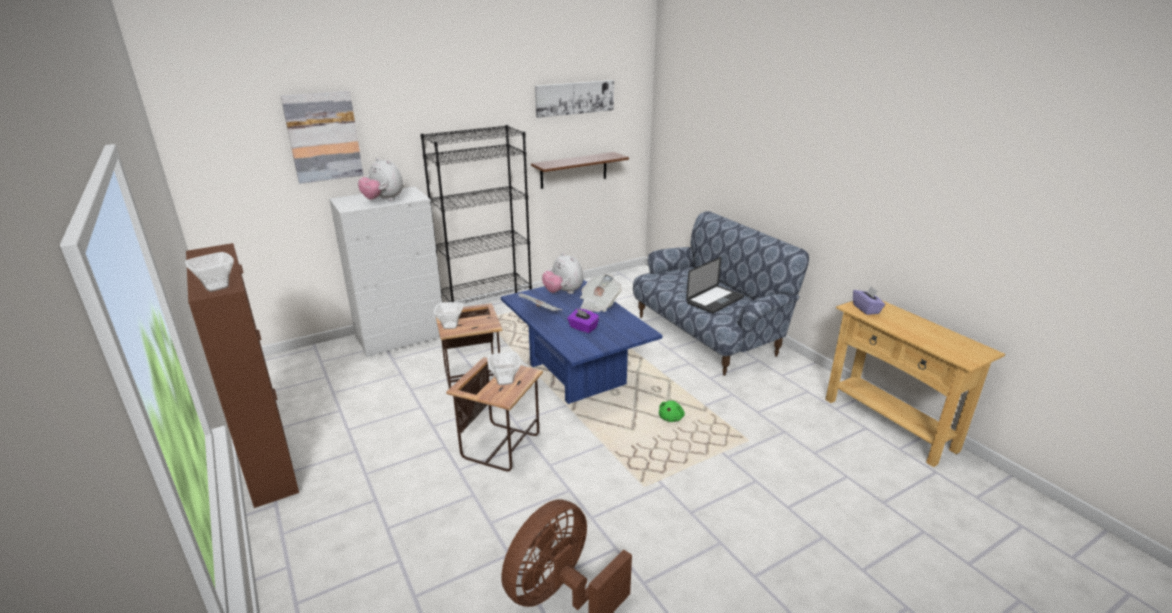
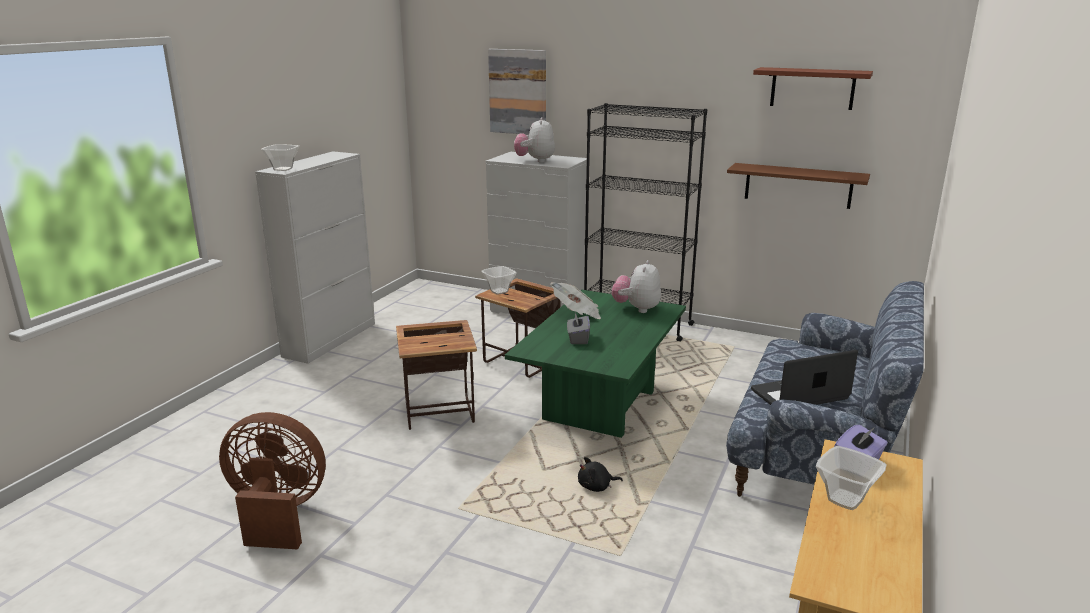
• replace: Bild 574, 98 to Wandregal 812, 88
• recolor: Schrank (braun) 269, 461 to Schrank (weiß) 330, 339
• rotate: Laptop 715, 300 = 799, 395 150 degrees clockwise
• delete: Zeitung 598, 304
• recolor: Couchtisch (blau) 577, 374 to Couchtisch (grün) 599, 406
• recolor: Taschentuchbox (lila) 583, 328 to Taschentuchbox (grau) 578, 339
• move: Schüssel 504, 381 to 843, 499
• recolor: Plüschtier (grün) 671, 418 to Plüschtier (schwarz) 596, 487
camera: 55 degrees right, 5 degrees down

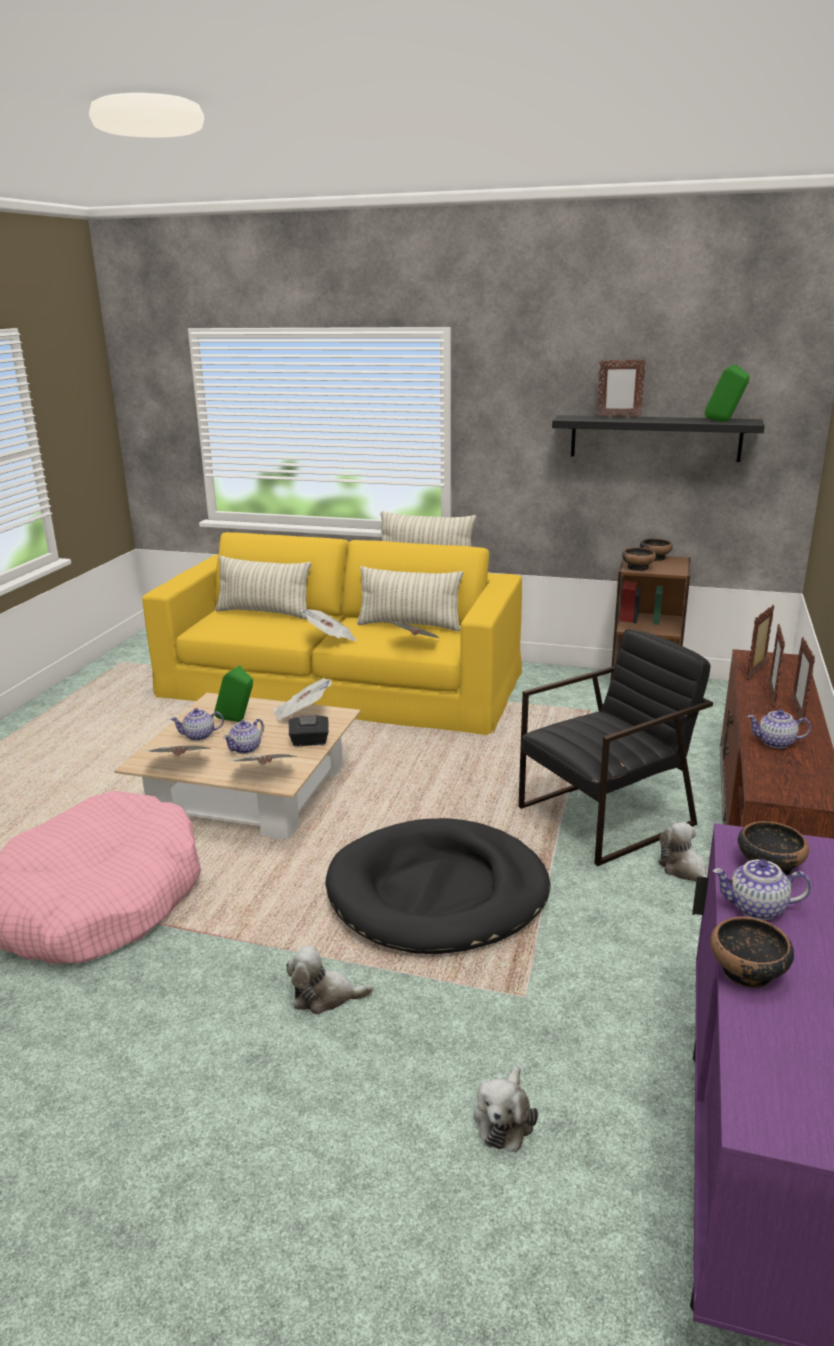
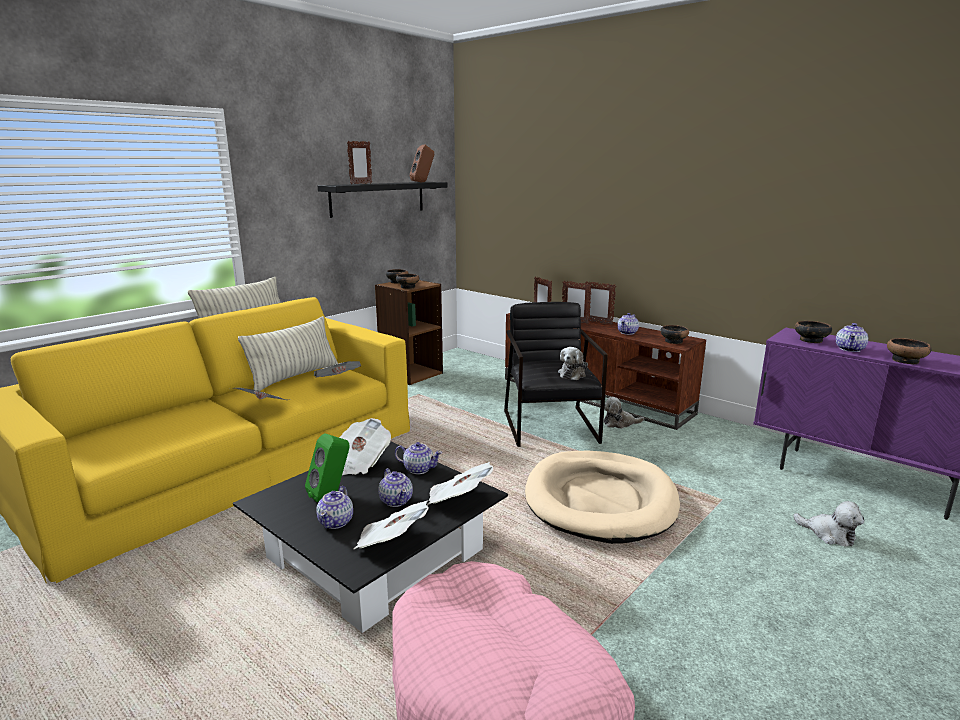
• recolor: Lautsprecher (grün) 724, 421 to Lautsprecher (braun) 423, 182
• delete: Kissen 264, 613
• recolor: Couchtisch (beige) 251, 791 to Couchtisch (schwarz) 376, 553
• replace: Taschentuchbox (schwarz) 309, 742 to Teekanne 418, 469
• recolor: Hundebett (schwarz) 438, 892 to Hundebett (beige) 600, 500
• move: Plüschtier 325, 996 to 572, 374
• insert: Schüssel 673, 341
camera: 65 degrees left, 5 degrees down

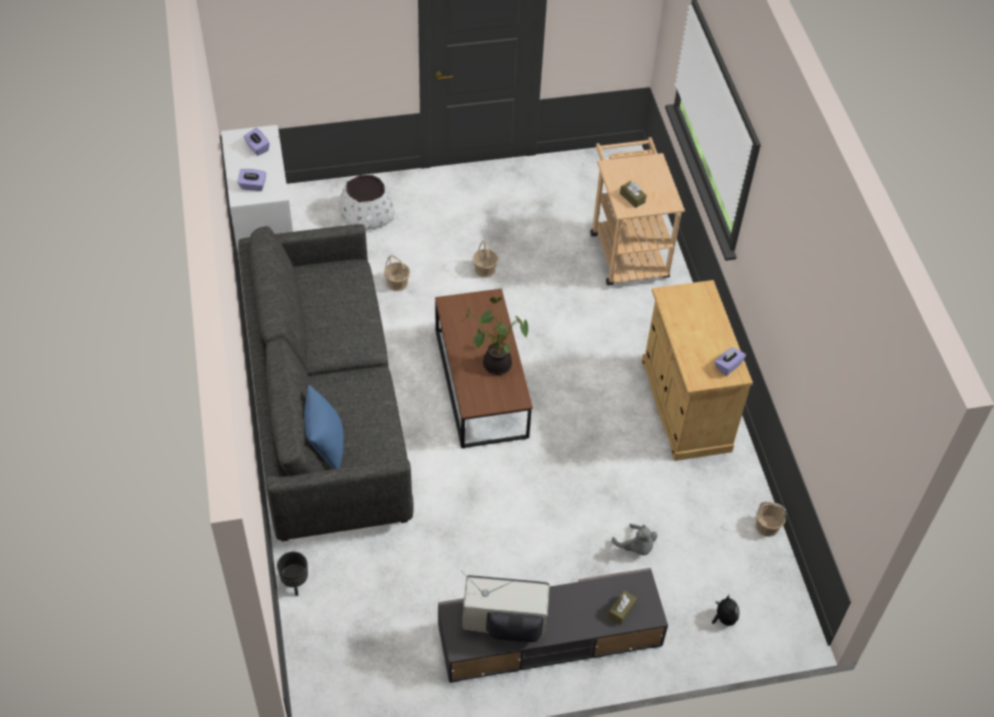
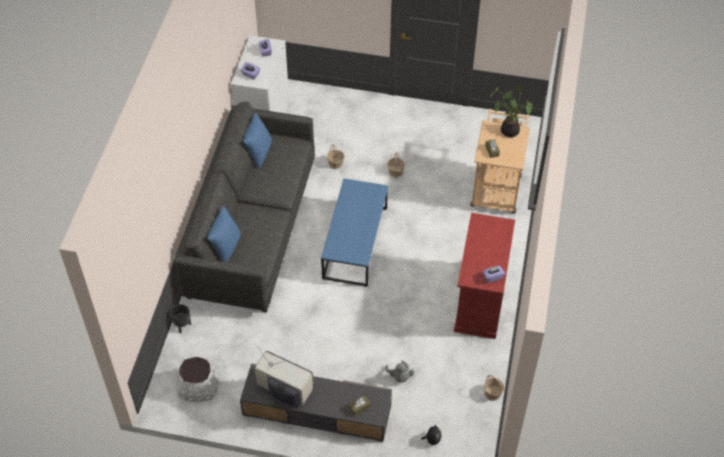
• move: Pflanzkübel (weiß) 367, 214 to 198, 385
• recolor: Schrank (beige) 685, 405 to Schrank (rot) 480, 299
• recolor: Couchtisch (braun) 481, 384 to Couchtisch (blau) 355, 243
• move: Topfpflanze 496, 363 to 509, 129
• insert: Kissen (blau) 259, 153
camera: 25 degrees right, 0 degrees up

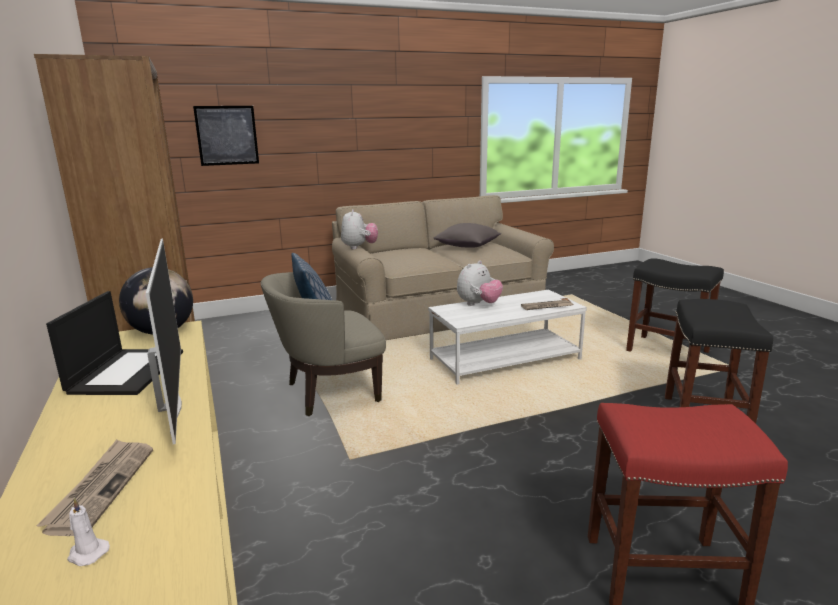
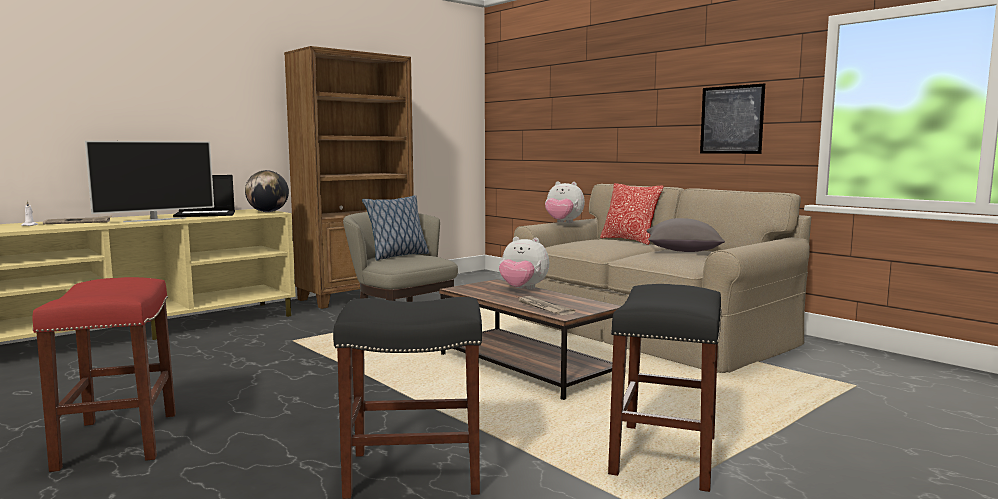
• move: Bild 227, 135 to 731, 119
• rotate: Plüschtier 359, 247 = 563, 223 45 degrees clockwise
• recolor: Couchtisch (weiß) 505, 359 to Couchtisch (braun) 527, 367
• insert: Kissen 629, 240
camera: 70 degrees right, 10 degrees down

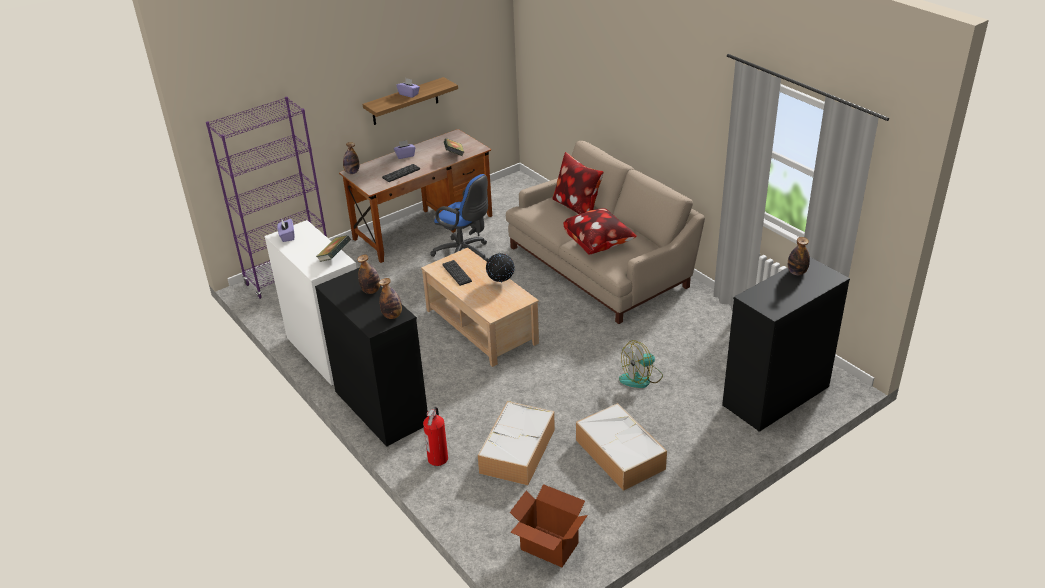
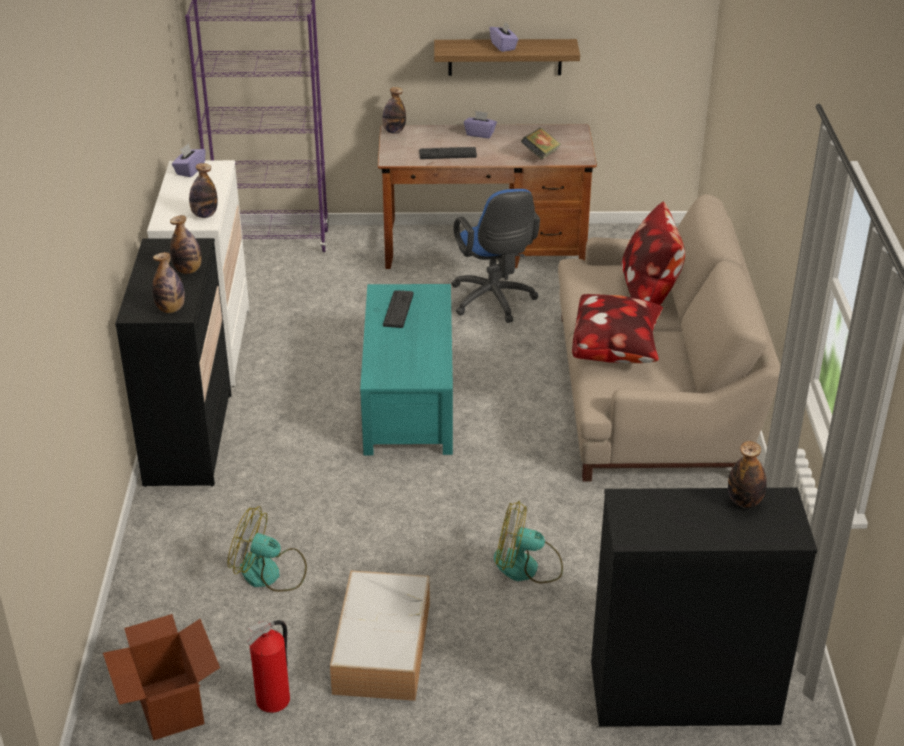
• replace: Buch 335, 257 to Flasche 204, 215
• recolor: Couchtisch (beige) 482, 326 to Couchtisch (türkis) 410, 400
• delete: Globus 500, 282
• replace: Aufbewahrungsbox 517, 452 to Ventilator 270, 573
• move: Feuerlöscher 438, 458 to 274, 700
camera: 35 degrees right, 0 degrees up

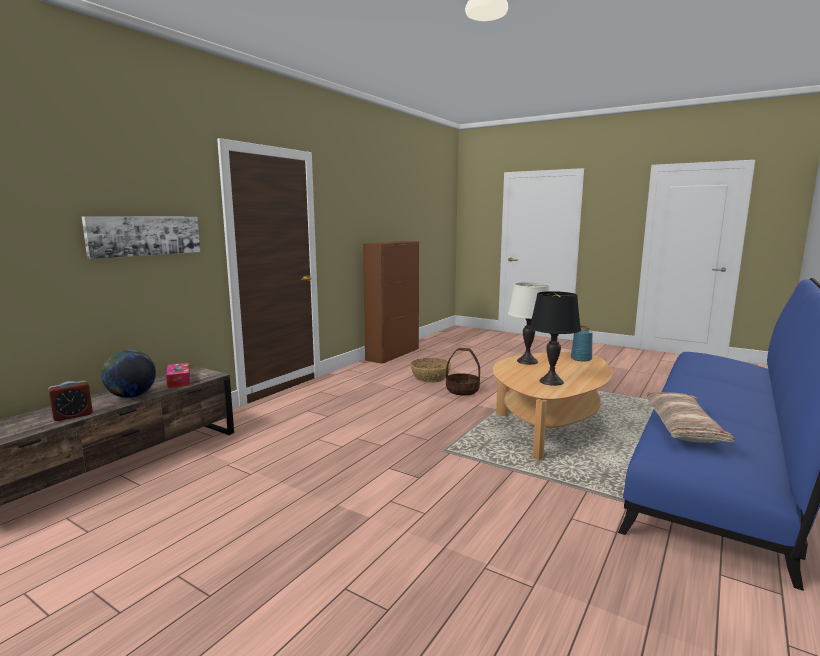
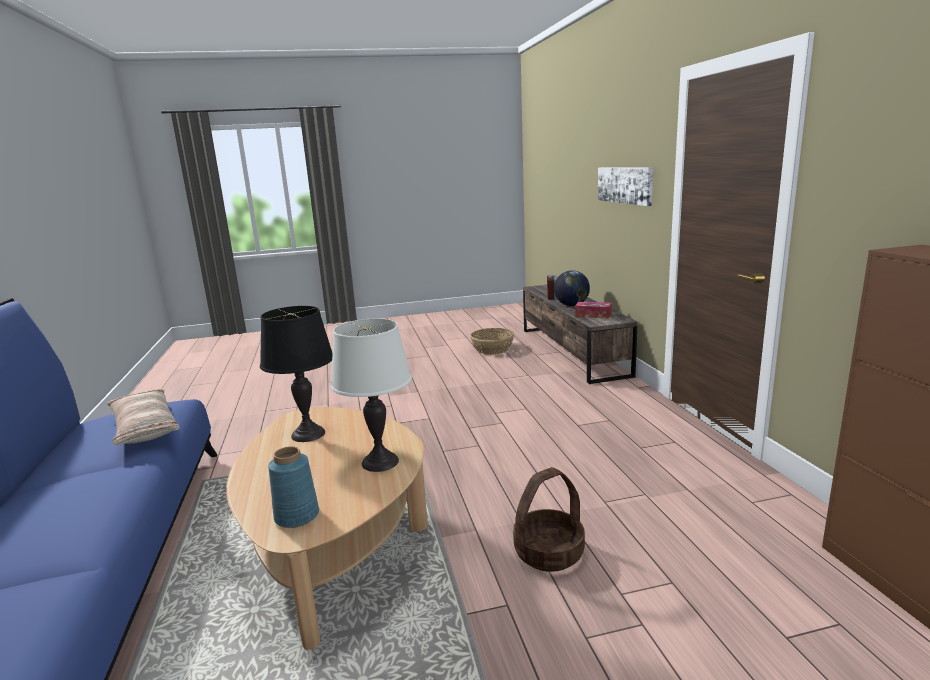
• move: Korb 430, 377 to 493, 349
camera: 135 degrees right, 5 degrees up

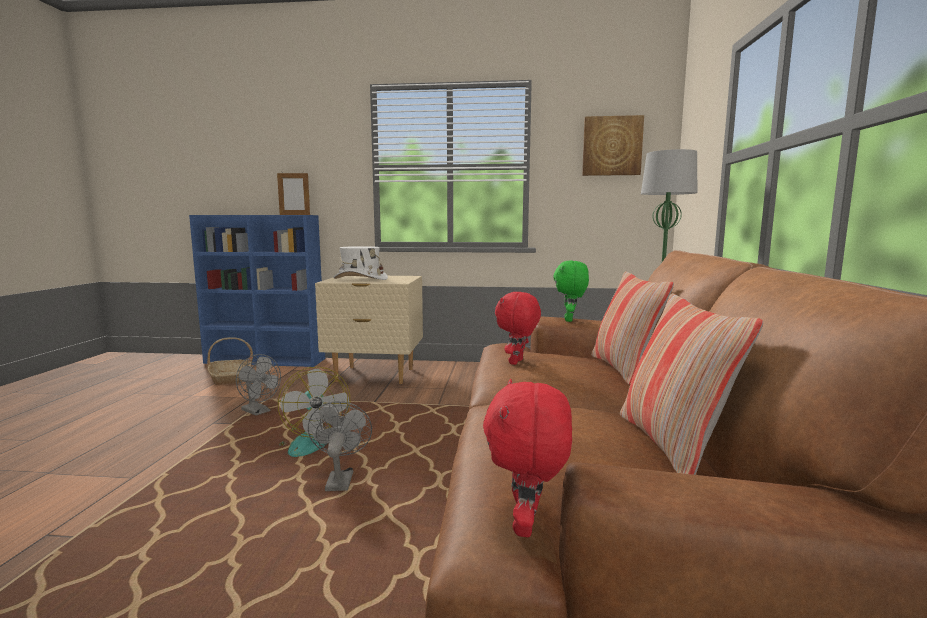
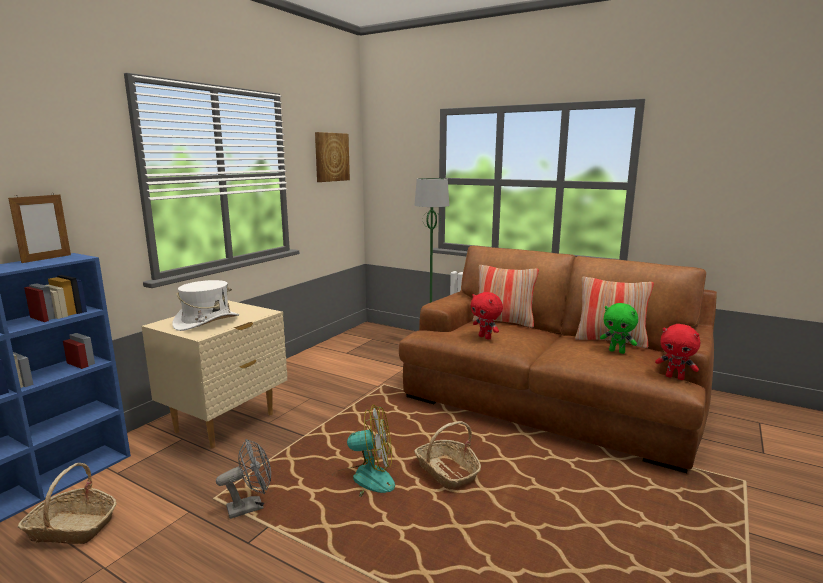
• move: Plüschtier (grün) 570, 320 to 617, 351
• replace: Ventilator (grau) 340, 479 to Korb 447, 472
camera: 65 degrees left, 5 degrees up

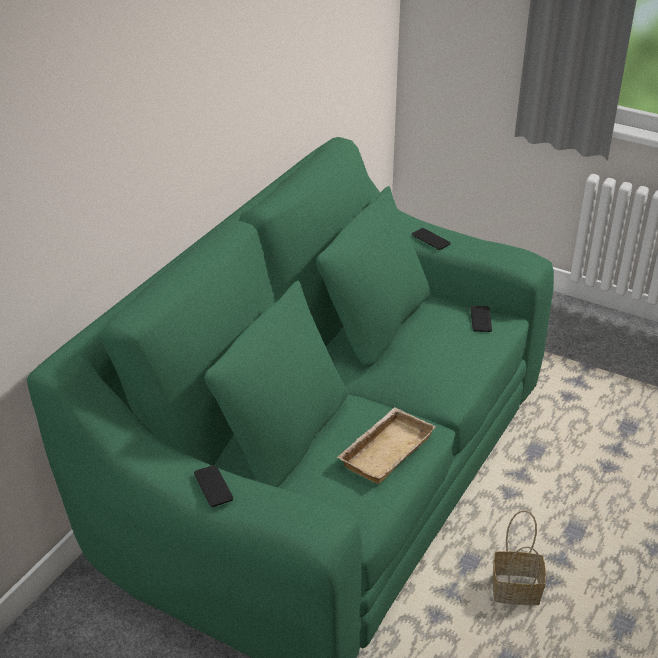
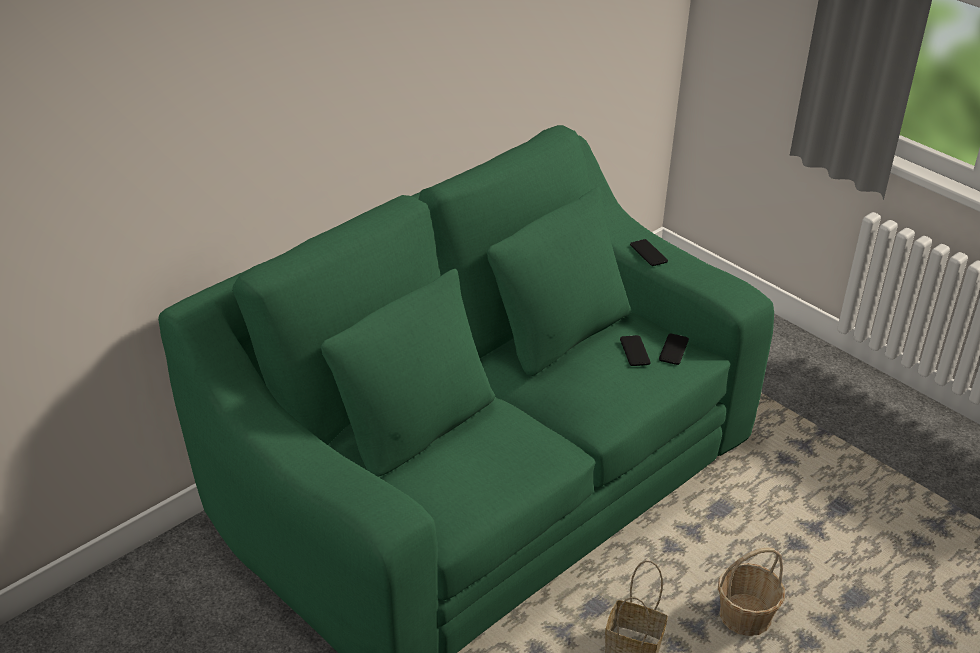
• delete: Tablett (beige) 385, 449
• move: Handy 213, 486 to 634, 351
• insert: Korb 745, 617
camera: 15 degrees right, 0 degrees up

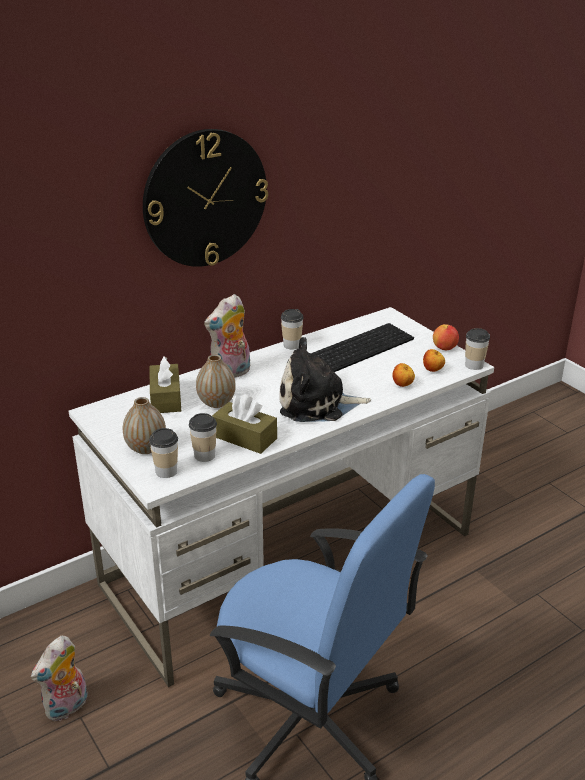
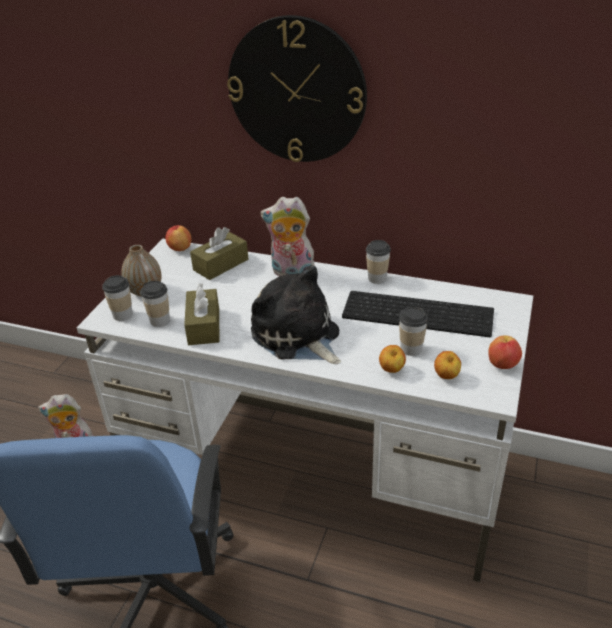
• move: Tasse 474, 365 to 411, 349
• delete: Vase 216, 402
• insert: Apfel 180, 248
camera: 55 degrees right, 5 degrees up

